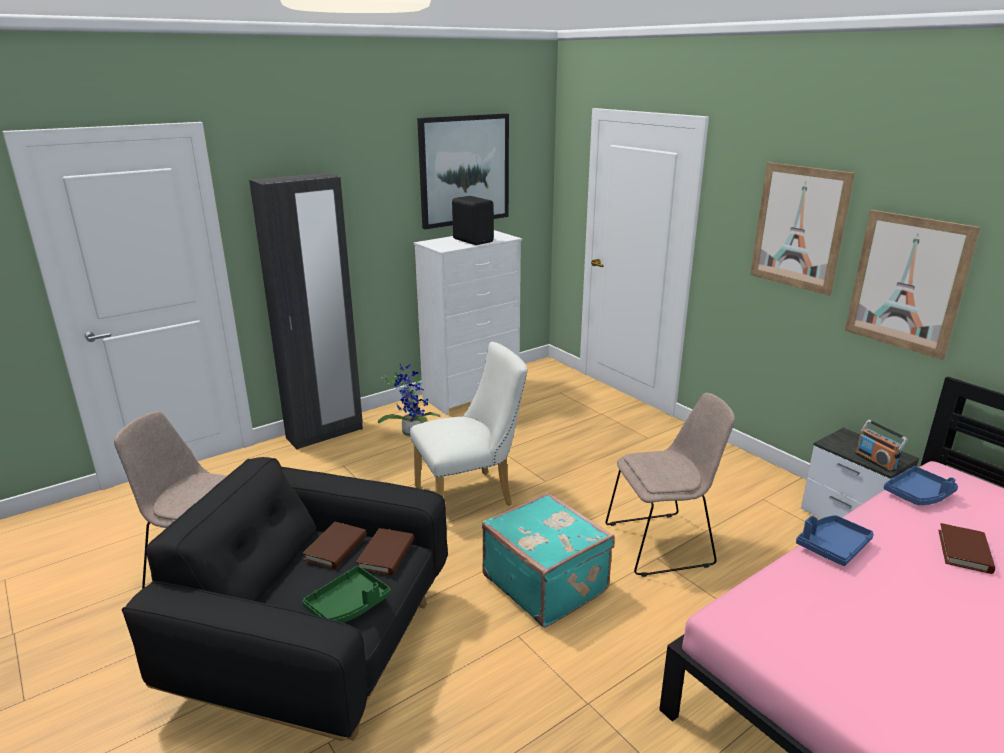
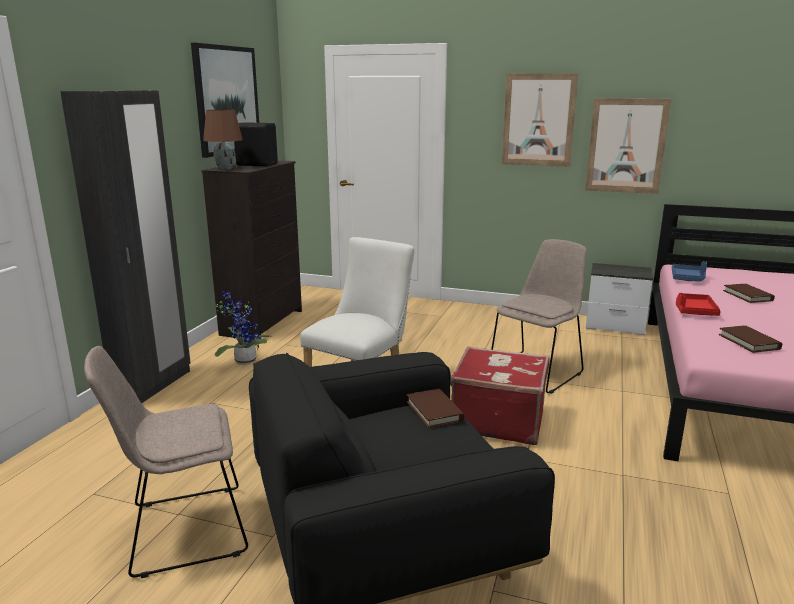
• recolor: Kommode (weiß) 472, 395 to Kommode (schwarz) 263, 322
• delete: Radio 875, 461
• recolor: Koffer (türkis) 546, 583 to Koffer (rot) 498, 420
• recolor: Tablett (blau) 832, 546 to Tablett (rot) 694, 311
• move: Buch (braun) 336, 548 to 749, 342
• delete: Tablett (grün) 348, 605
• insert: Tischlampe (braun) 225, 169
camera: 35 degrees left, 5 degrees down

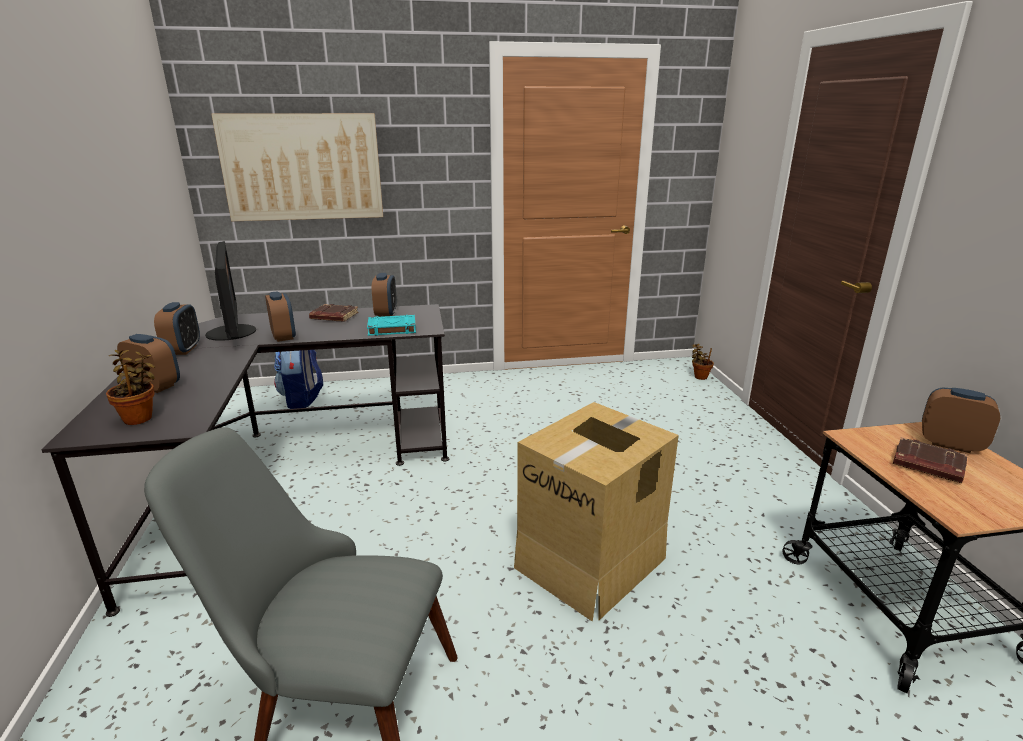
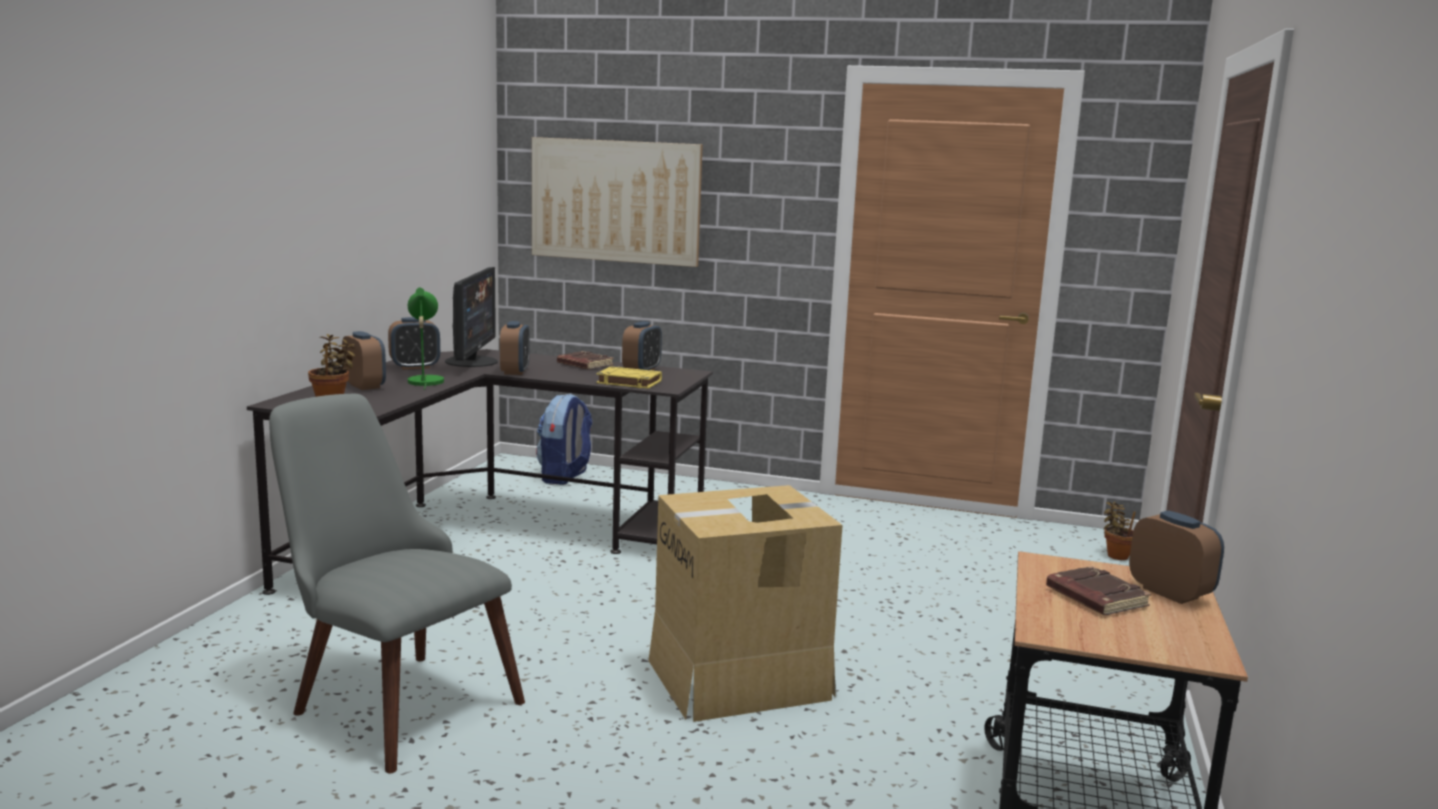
• rotate: Wecker 183, 350 = 415, 367 45 degrees clockwise
• recolor: Buch (türkis) 391, 329 to Buch (gelb) 628, 382
• insert: Tischlampe (grün) 424, 380
camera: 25 degrees right, 10 degrees down

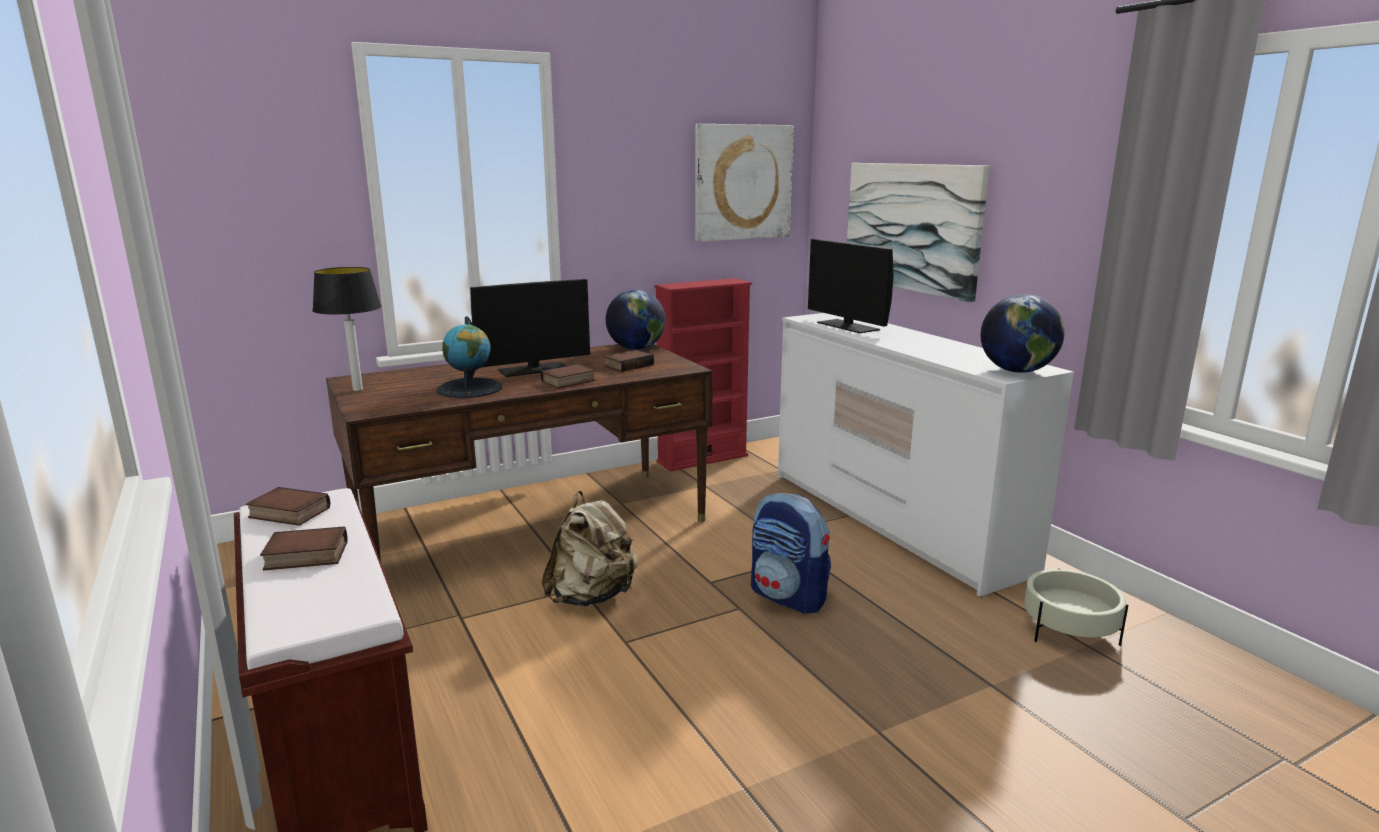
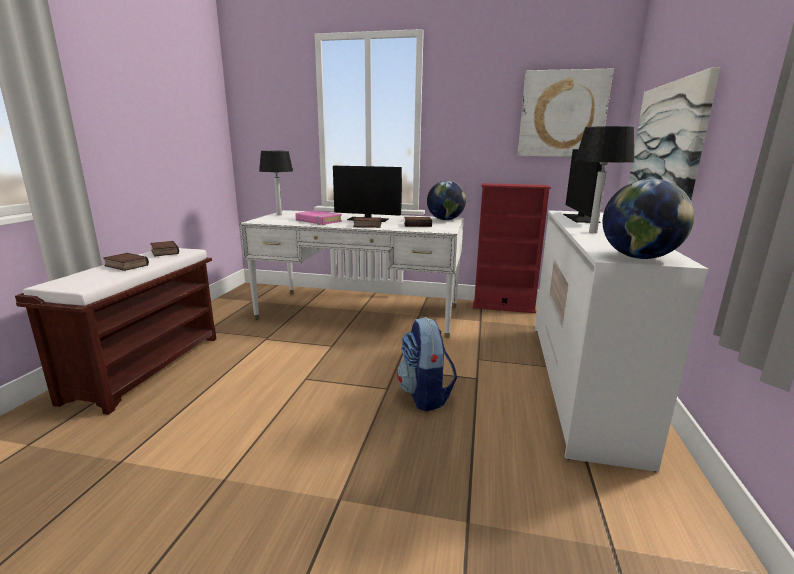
• replace: Globus 470, 388 to Buch (rosa) 318, 221
• recolor: Schreibtisch (braun) 532, 527 to Schreibtisch (weiß) 359, 312
• delete: Rucksack (beige) 592, 597
• delete: Pflanzkübel (beige) 1069, 630
• insert: Tischlampe 593, 232
camera: 40 degrees right, 0 degrees up

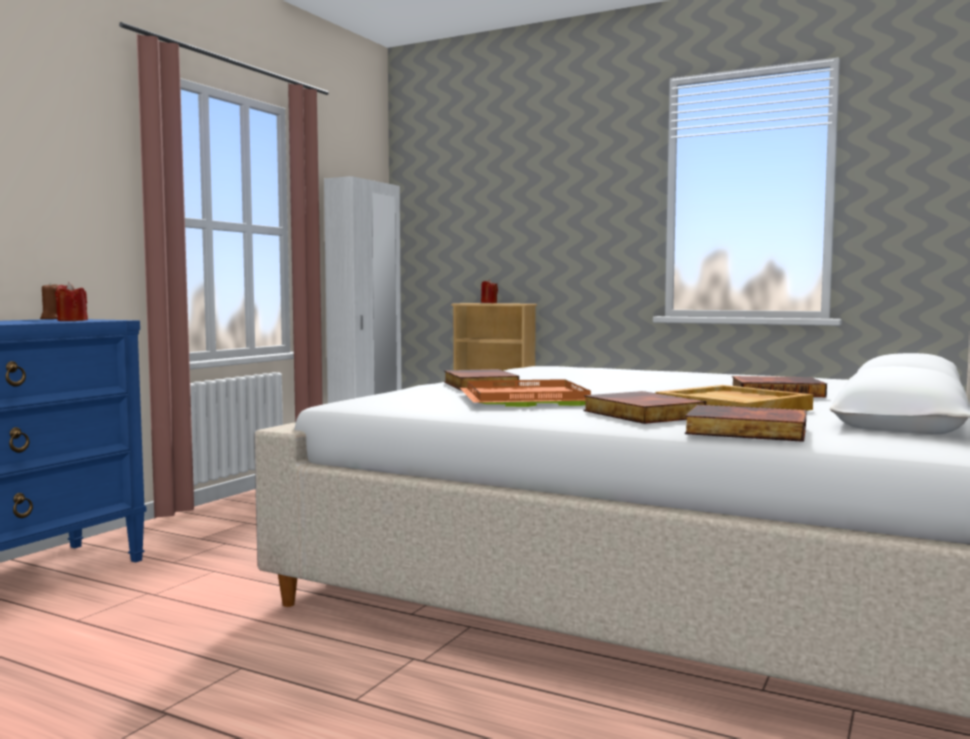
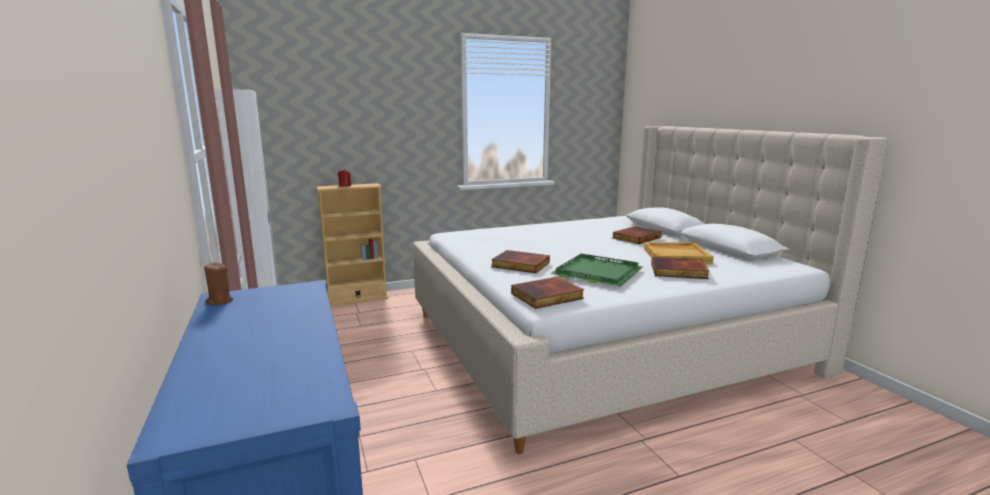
• delete: Kerze (rot) 72, 320
• recolor: Tablett (orange) 528, 399 to Tablett (grün) 599, 273
• move: Buch 745, 431 to 547, 296
camera: 50 degrees left, 10 degrees up

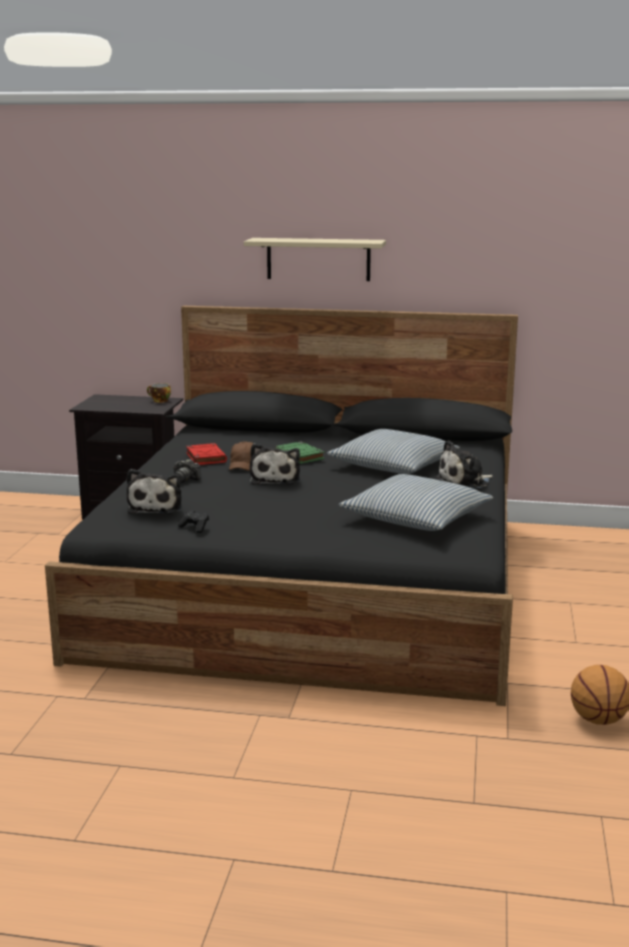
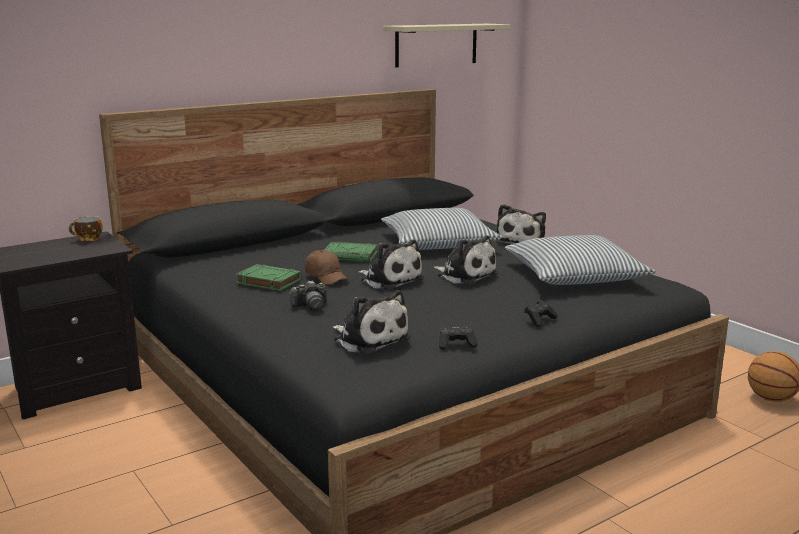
• move: Wandregal (beige) 318, 259 to 436, 45
• recolor: Buch (rot) 205, 458 to Buch (grün) 268, 281
• insert: Plüschtier 464, 275
• insert: Gamepad (schwarz) 540, 320
camera: 45 degrees left, 0 degrees up

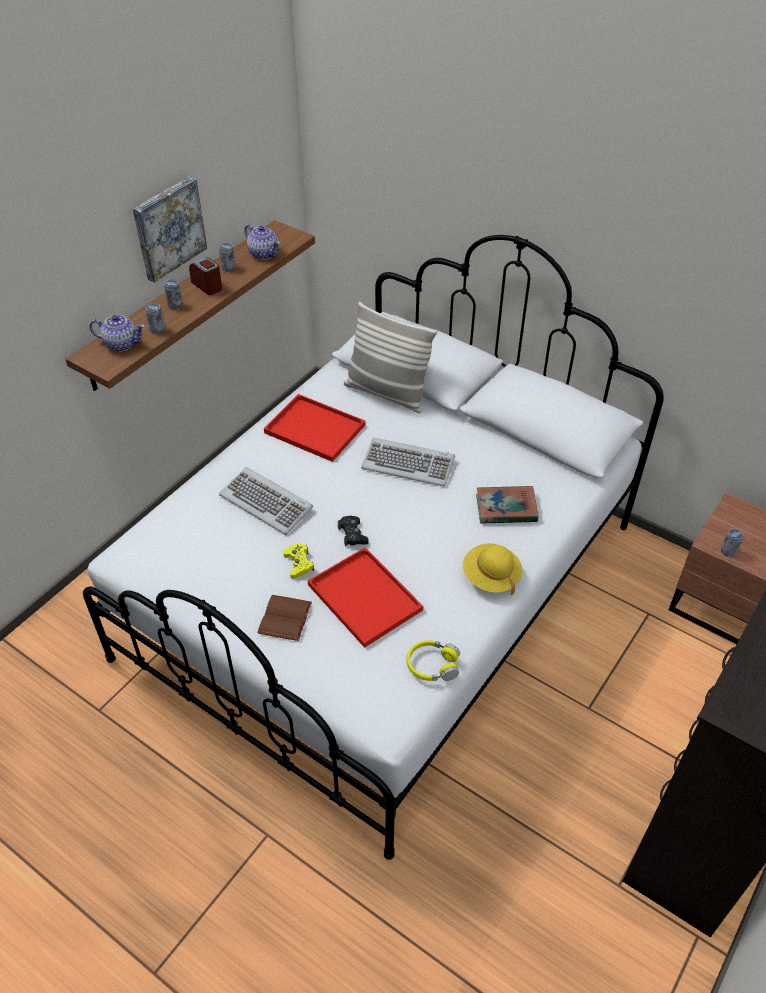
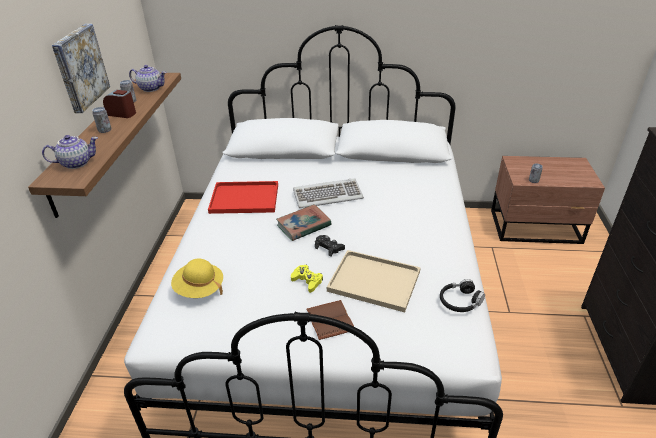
• delete: Kissen 387, 393
• delete: Dose 157, 329
• delete: Tastatur 267, 502
• move: Buch 506, 508 to 303, 225
• move: Hut (gelb) 491, 577 to 199, 289
• recolor: Tablett (rot) 362, 596 to Tablett (beige) 372, 281
• recolor: Kopfhörer (gelb) 432, 665 to Kopfhörer (schwarz) 460, 301
camera: 30 degrees left, 10 degrees down

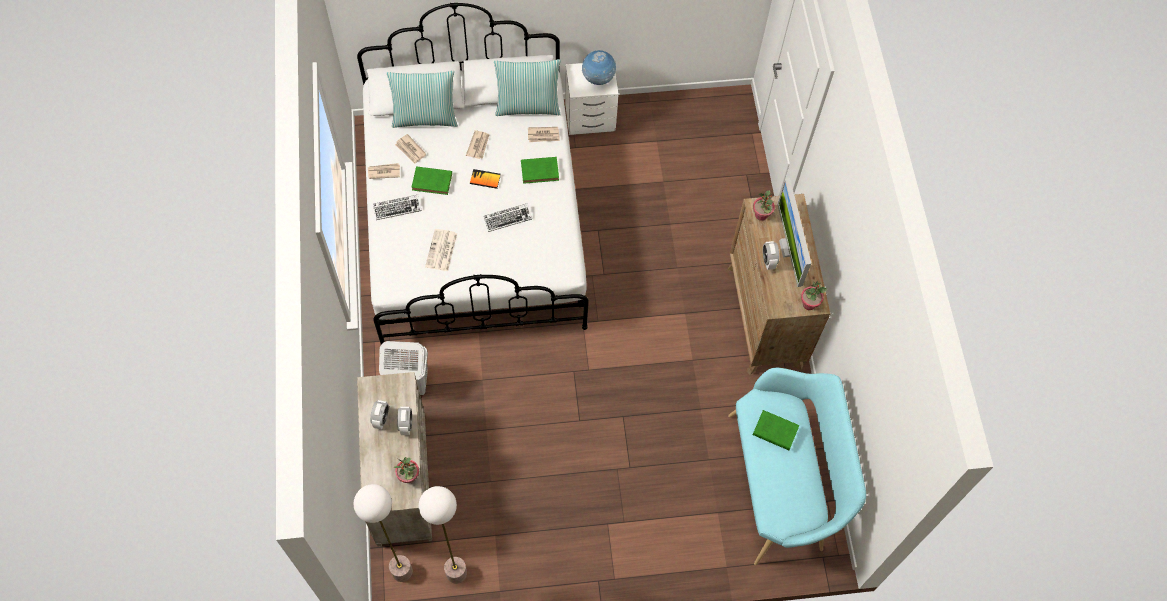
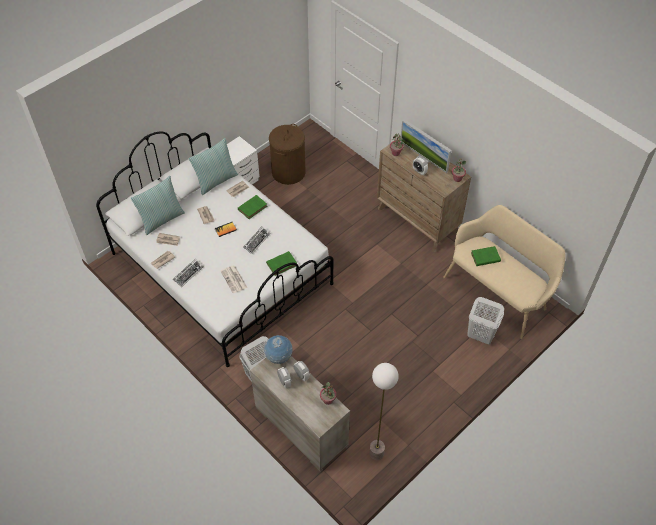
• move: Globus 598, 79 to 279, 357
• move: Buch (grün) 433, 182 to 282, 264
• recolor: Bank (türkis) 782, 483 to Bank (beige) 498, 292
• delete: Stehlampe 401, 571
• insert: Wäschekorb (braun) 288, 172
• insert: Wäschekorb (weiß) 480, 335
camera: 35 degrees left, 10 degrees down

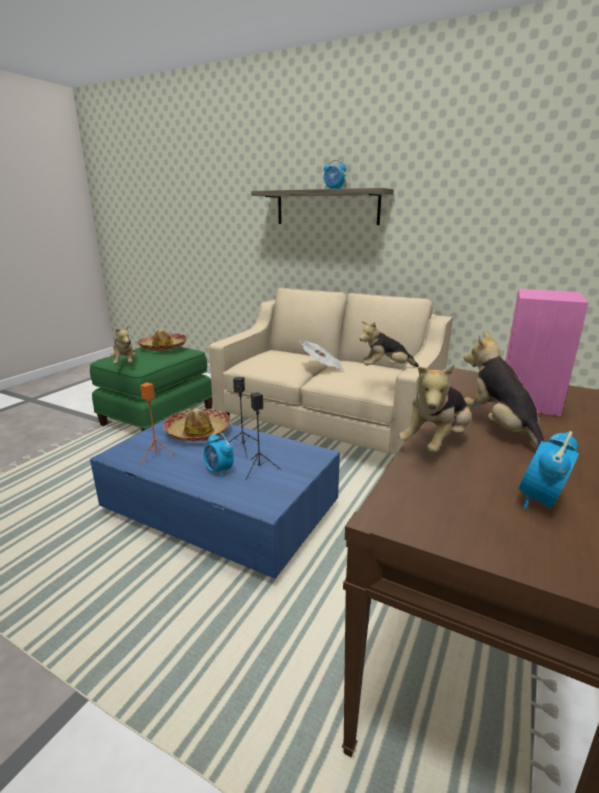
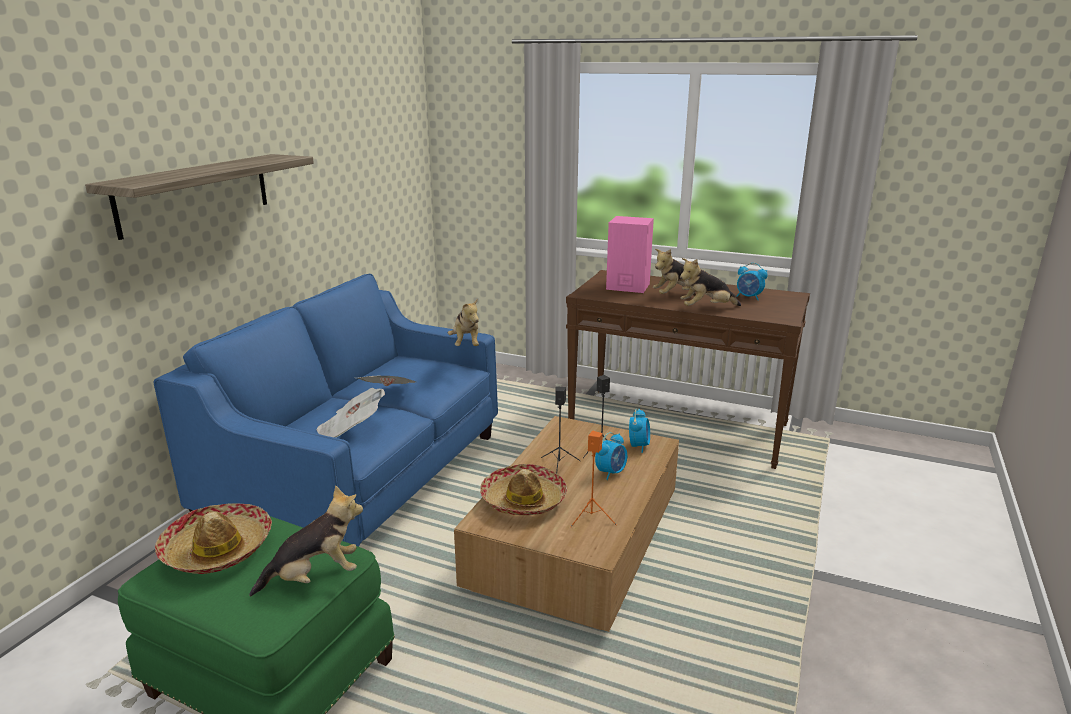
• move: Wecker 333, 189 to 638, 446
• recolor: Sofa (beige) 329, 424 to Sofa (blau) 361, 479
• rotate: Plüschtier 436, 443 = 706, 308 135 degrees clockwise
• recolor: Couchtisch (blau) 221, 511 to Couchtisch (braun) 576, 542
• insert: Zeitung 351, 430
camera: 95 degrees left, 0 degrees up

